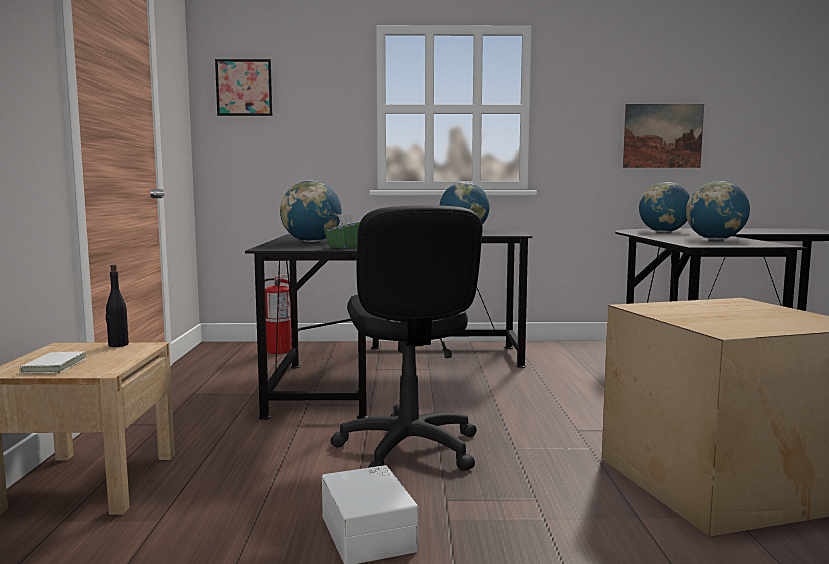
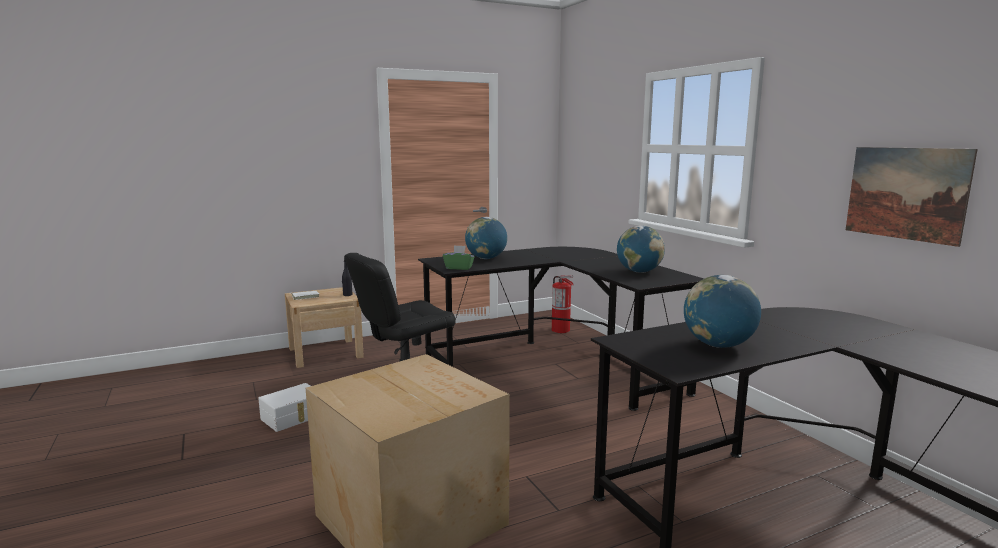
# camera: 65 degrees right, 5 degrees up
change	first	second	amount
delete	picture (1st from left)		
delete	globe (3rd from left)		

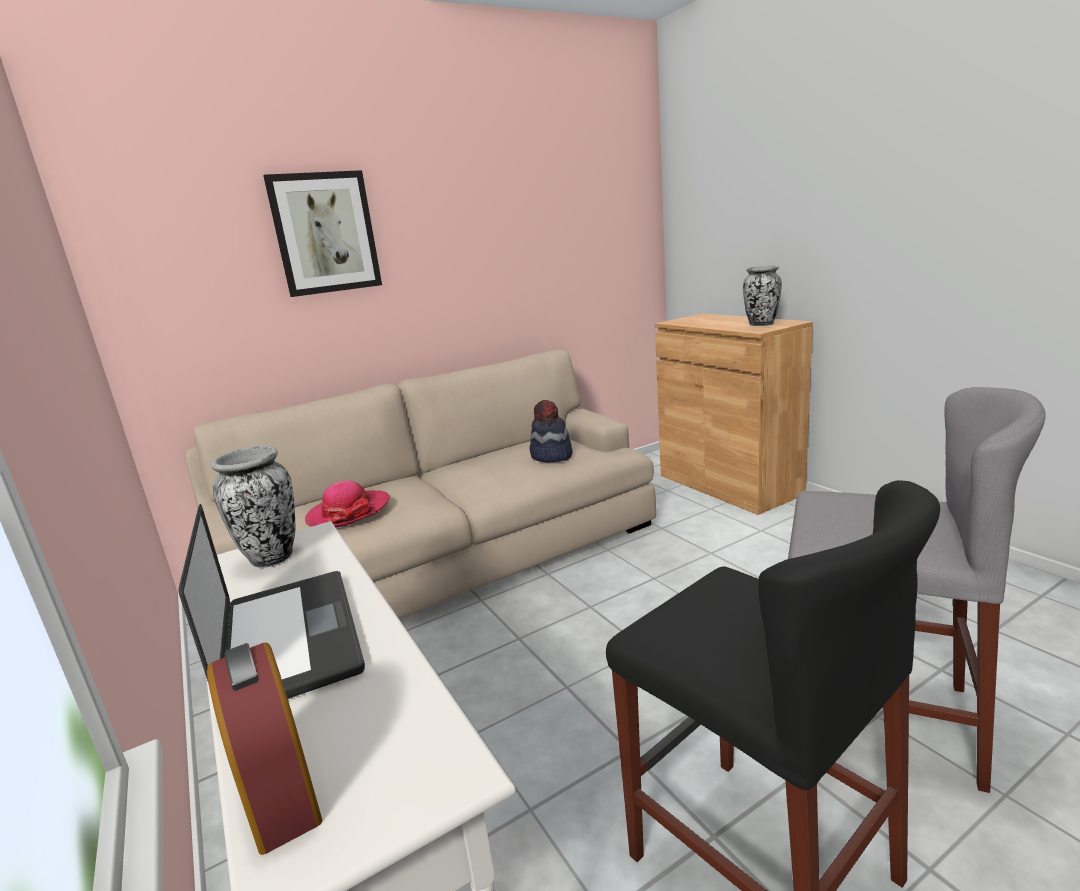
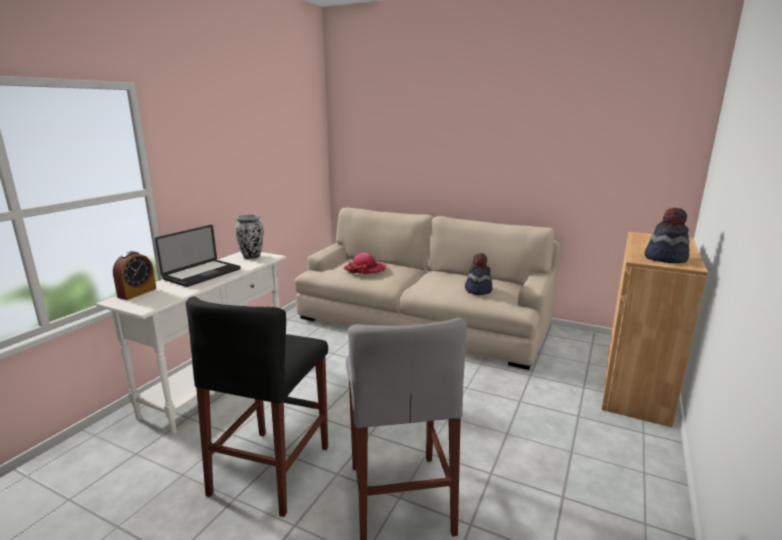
# camera: 55 degrees right, 0 degrees up
change	first	second	amount
delete	picture		
replace	vase (2nd from left)	hat (3rd from left)	

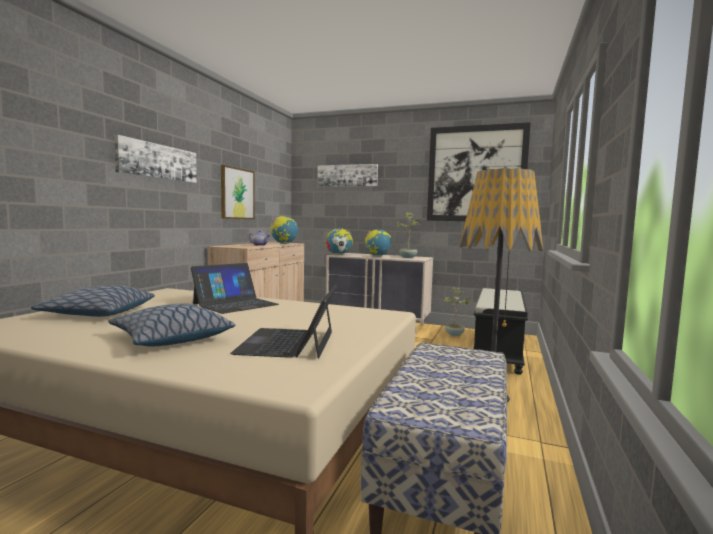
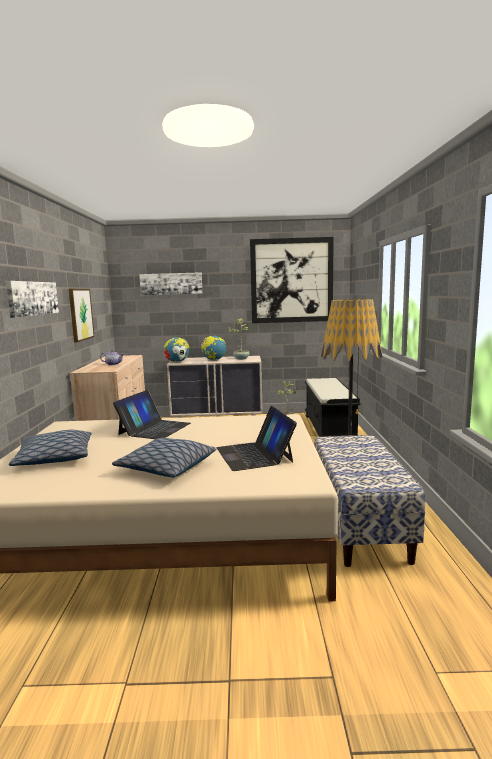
# camera: 20 degrees left, 5 degrees up
change	first	second	amount
delete	globe (1st from left)		

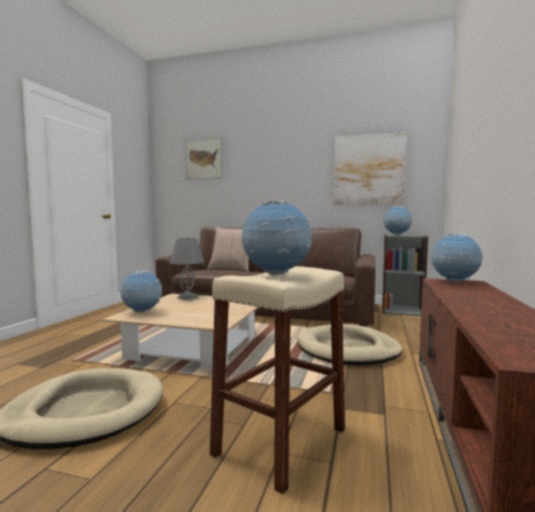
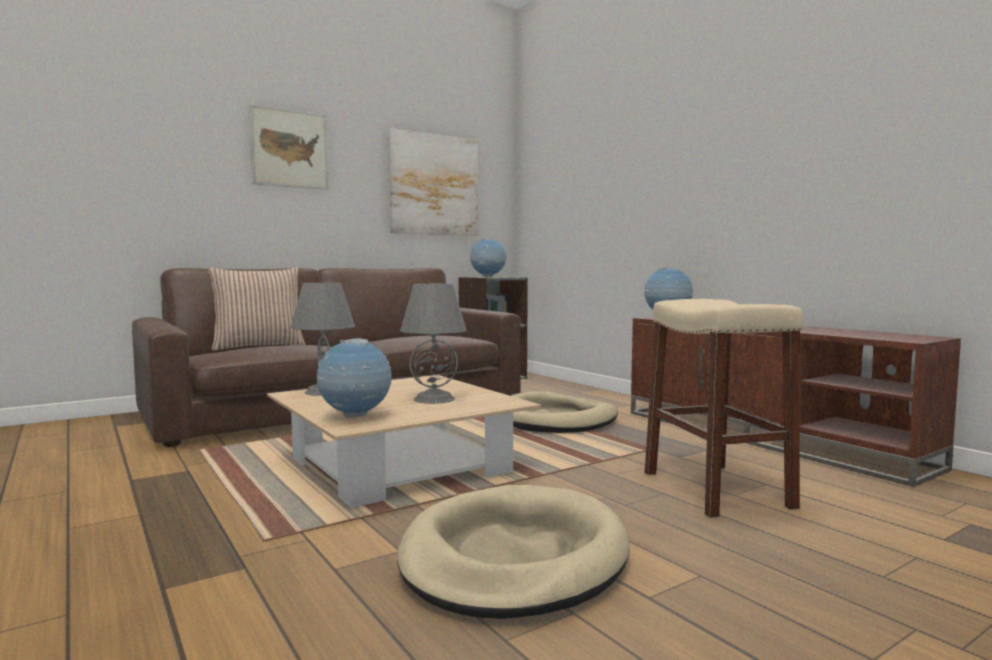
# camera: 50 degrees left, 0 degrees up
change	first	second	amount
delete	globe (2nd from left)		
insert		grey table lamp (2nd from left)	
move	picture (1st from left)		

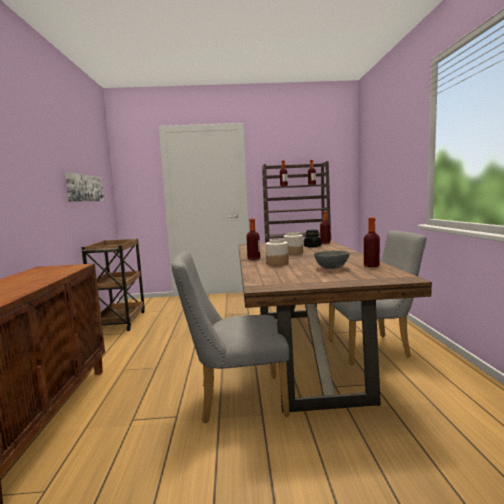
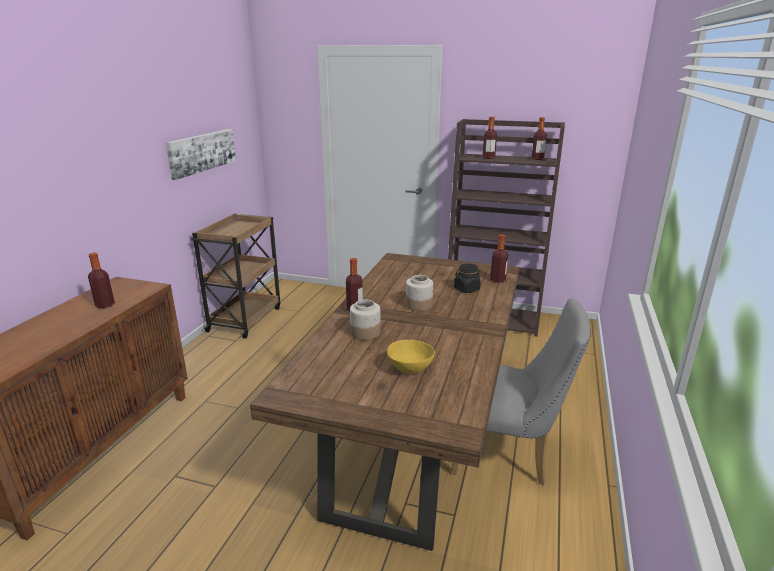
# camera: 20 degrees right, 15 degrees up
change	first	second	amount
delete	grey chair (1st from left)		
move	bottle (5th from left in the first image)	bottle (1st from left)	
recolor	grey bowl	yellow bowl	

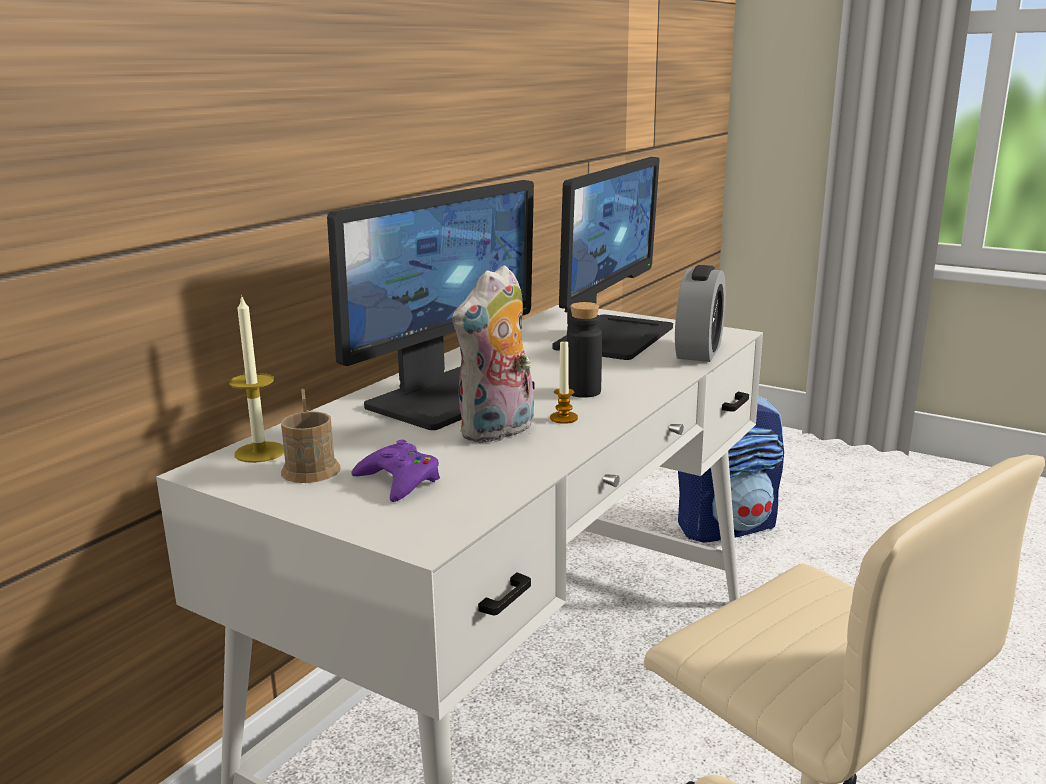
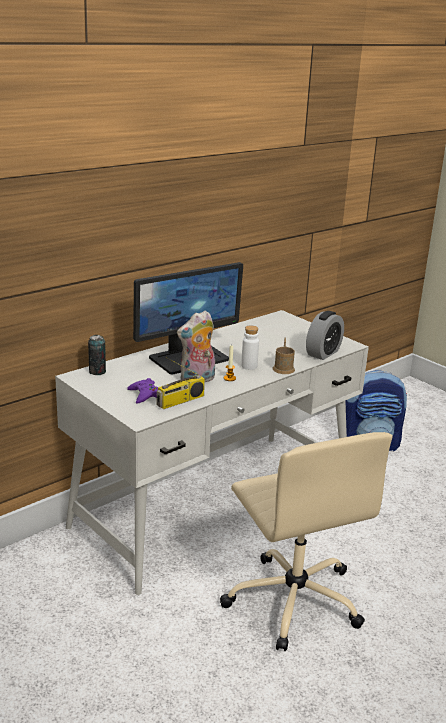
# camera: 15 degrees right, 5 degrees up
change	first	second	amount
delete	monitor (2nd from left)		
insert		radio	
move	brown mug		
replace	candle (1st from left)	can	
recolor	black bottle	white bottle	

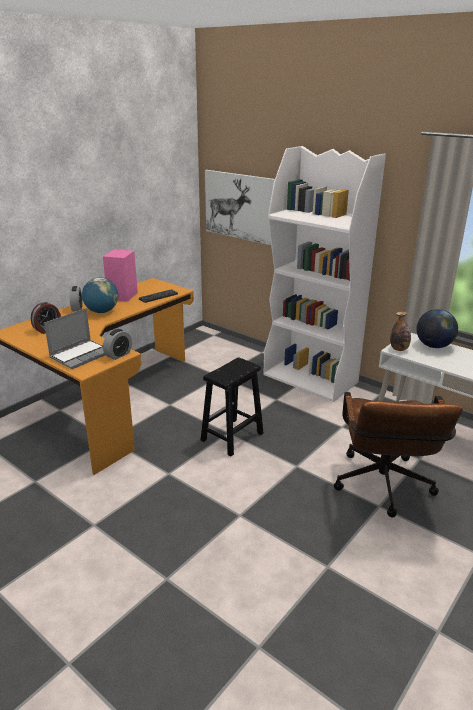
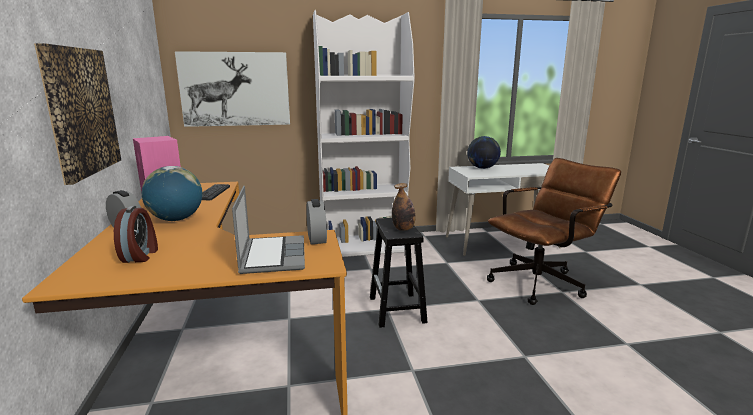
# camera: 50 degrees left, 10 degrees down
change	first	second	amount
insert		picture (1st from left)	
move	bottle		
rotate	brown office chair		75 degrees counterclockwise

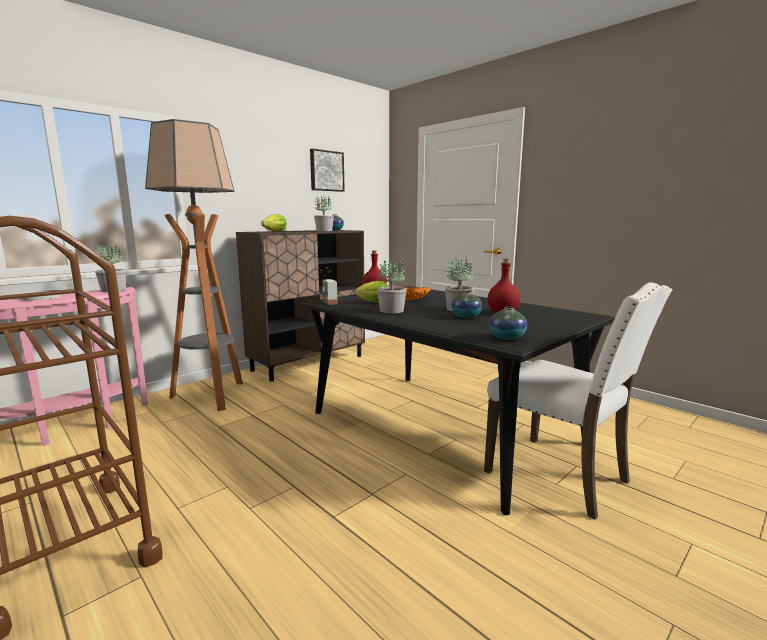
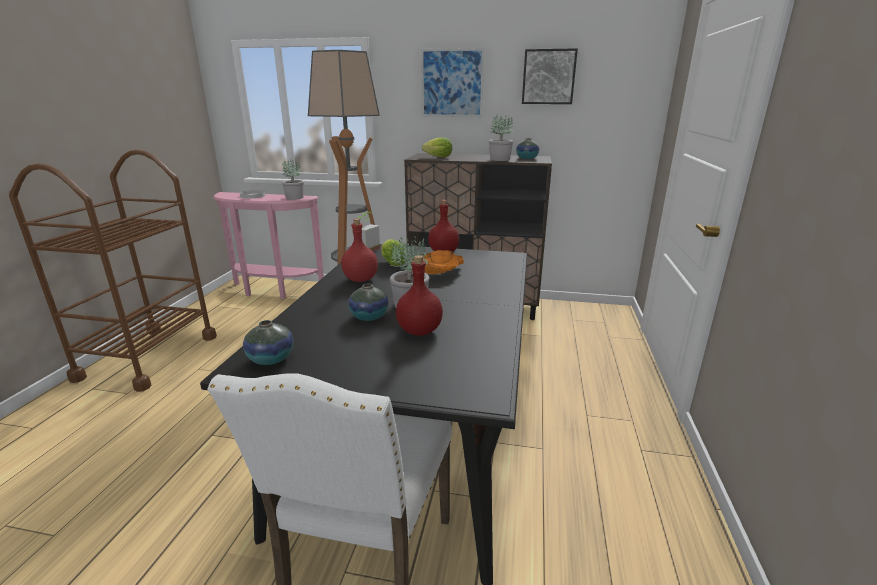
# camera: 55 degrees right, 10 degrees up
change	first	second	amount
insert		picture (1st from left)	
replace	potted plant (4th from left)	red bottle (1st from left)	

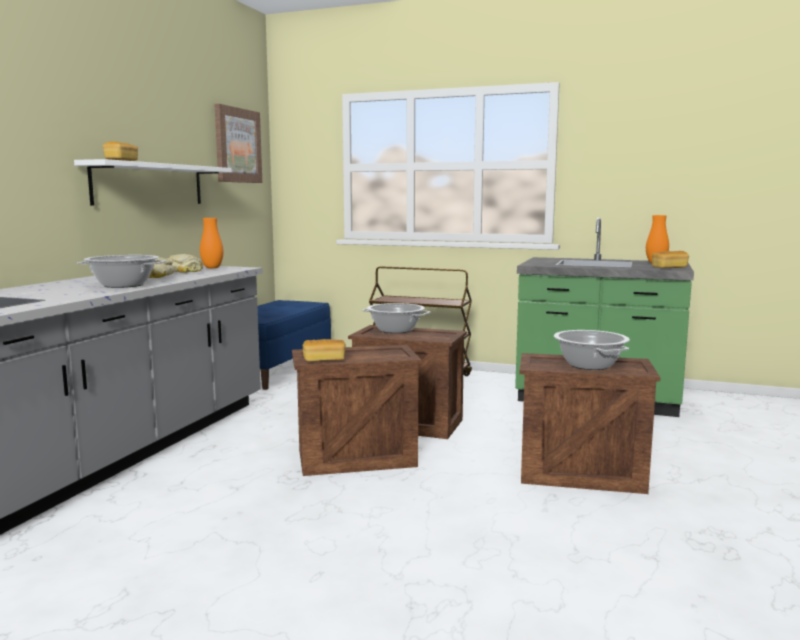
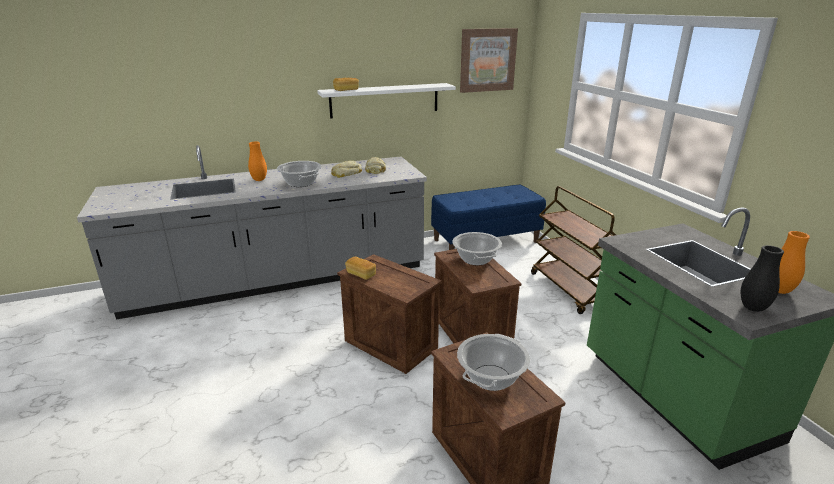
# camera: 50 degrees right, 15 degrees up
change	first	second	amount
move	orange vase (1st from left)		
replace	bread (5th from left)	black vase	

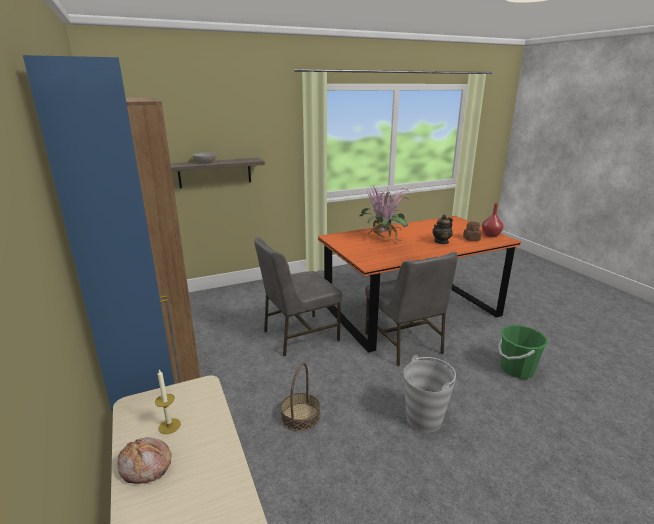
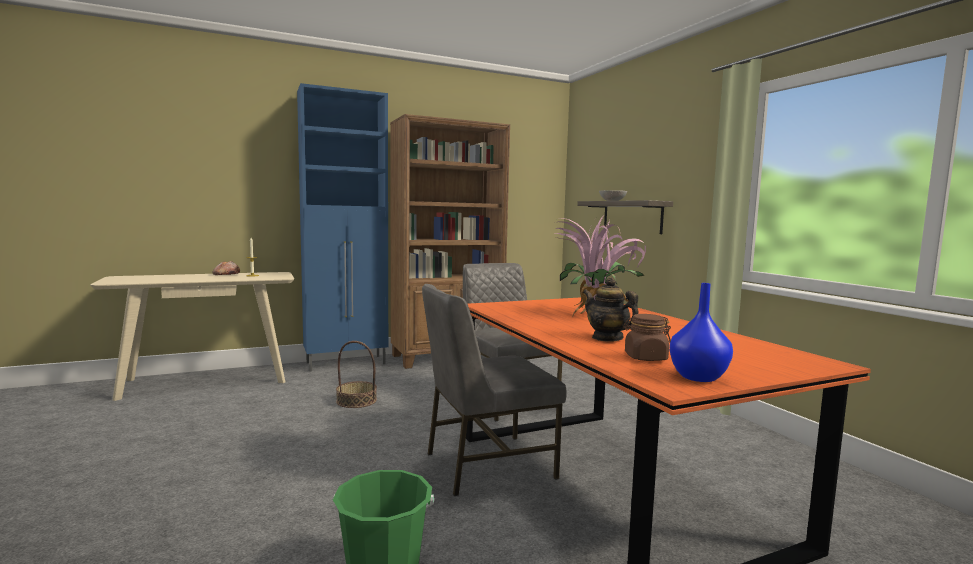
# camera: 90 degrees right, 15 degrees down
change	first	second	amount
delete	grey bucket		
recolor	red vase	blue vase	

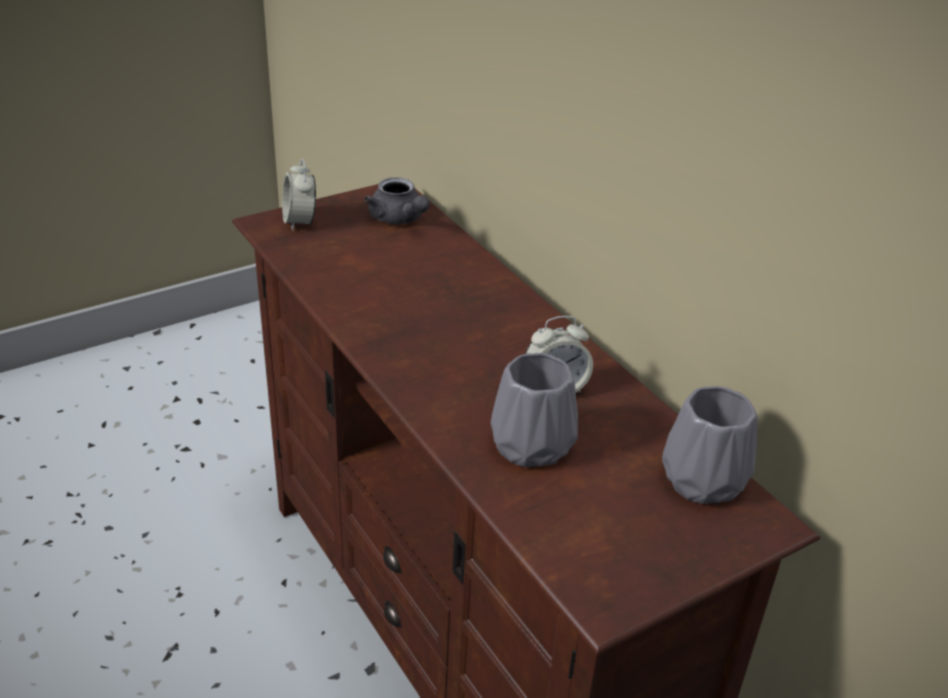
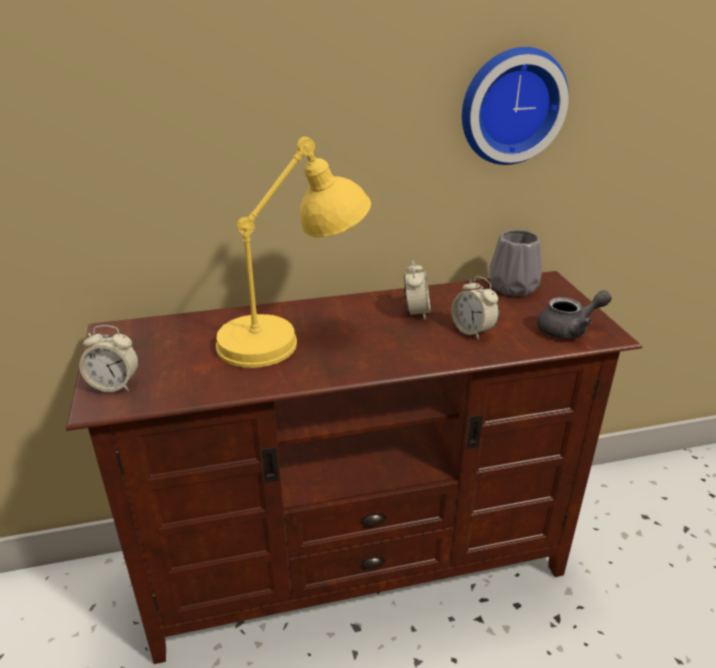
# camera: 70 degrees left, 5 degrees down
change	first	second	amount
insert		yellow table lamp	
insert		wall clock	
move	grey teapot		
replace	grey vase (1st from left)	alarm clock (3rd from left)	

